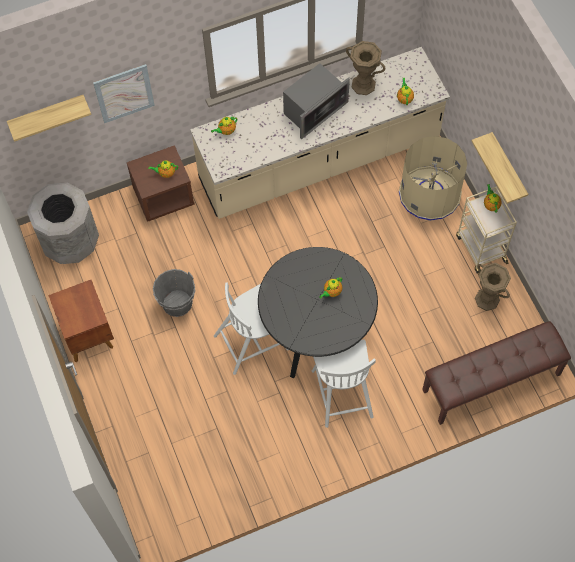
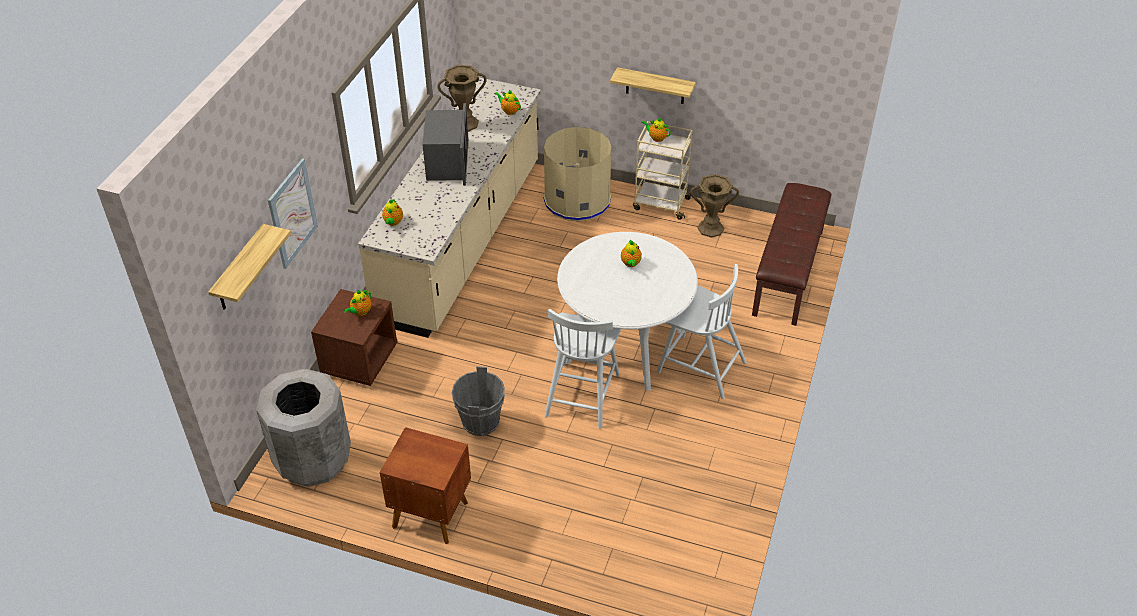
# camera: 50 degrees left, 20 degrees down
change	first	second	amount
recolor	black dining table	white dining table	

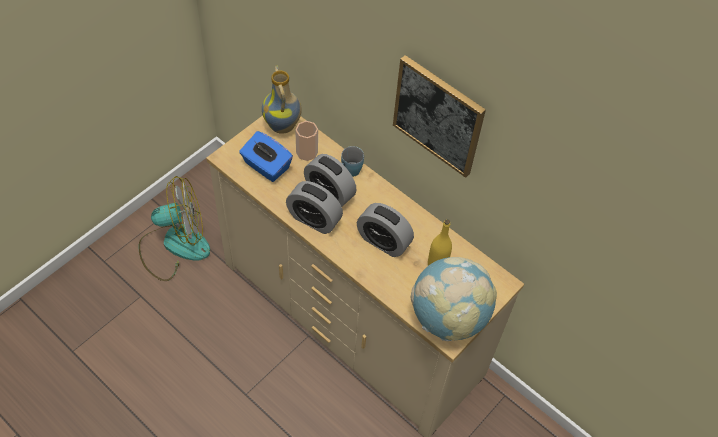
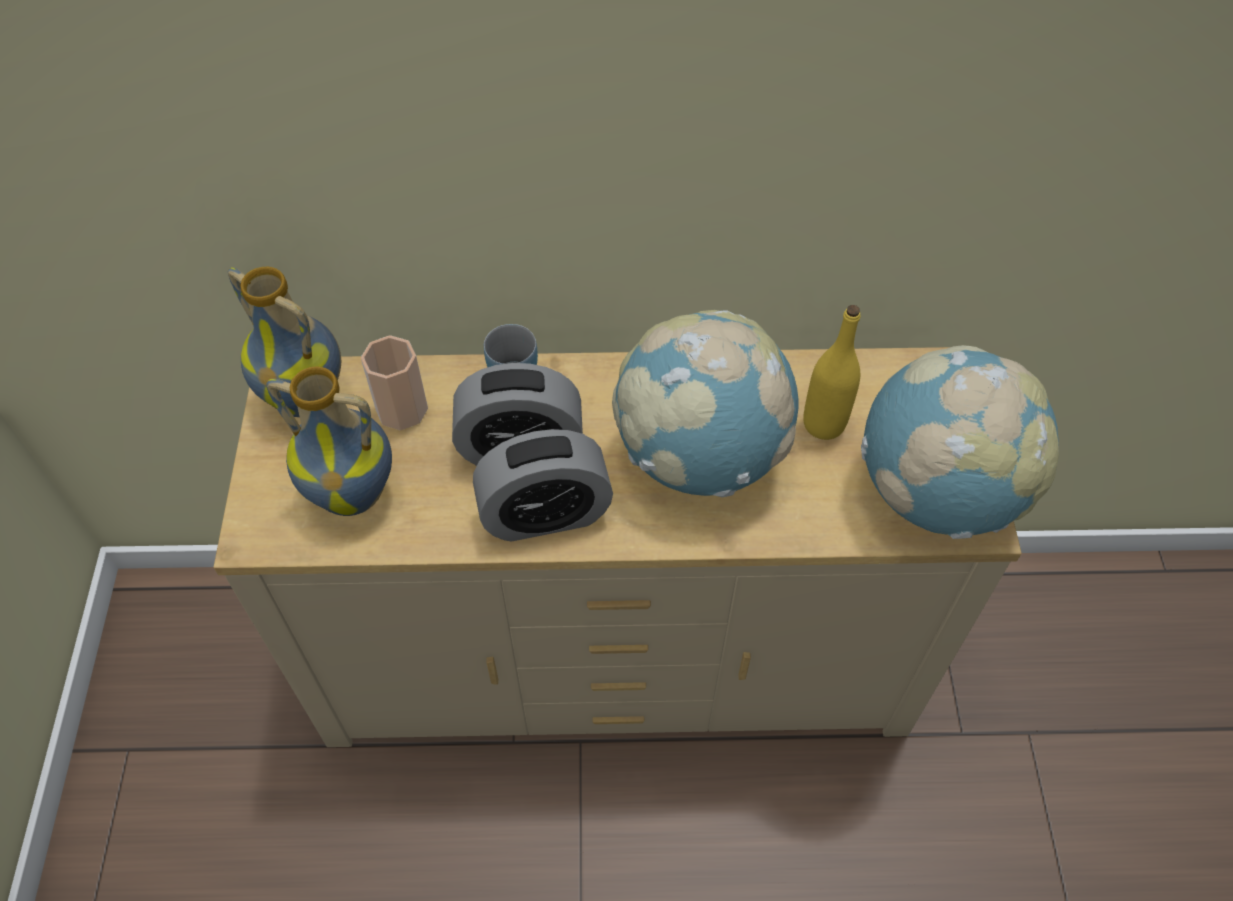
# camera: 40 degrees left, 0 degrees up
change	first	second	amount
delete	fan		
delete	picture		
replace	blue tissue box	vase (2nd from left)	
replace	alarm clock (3rd from left)	globe (1st from left)	

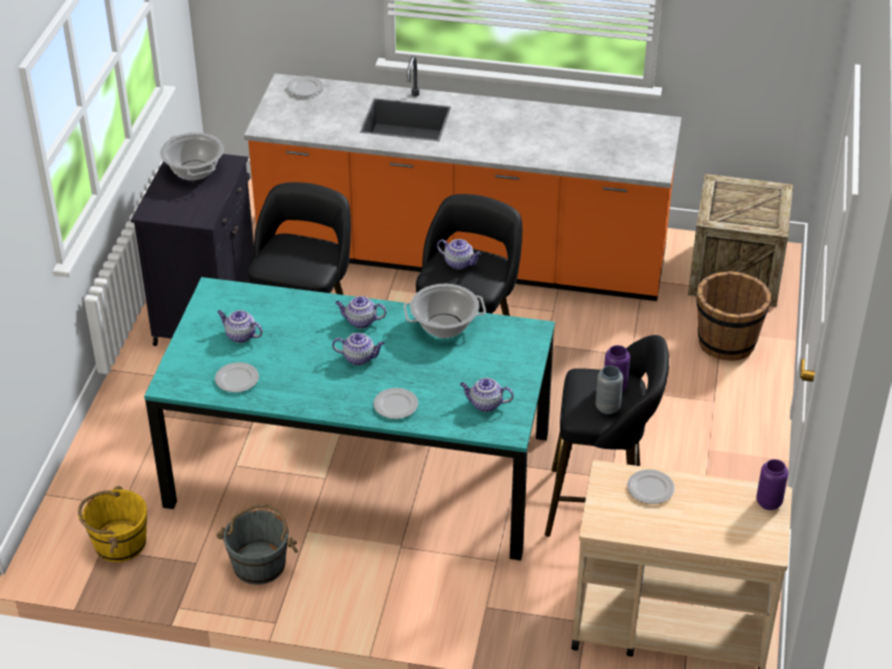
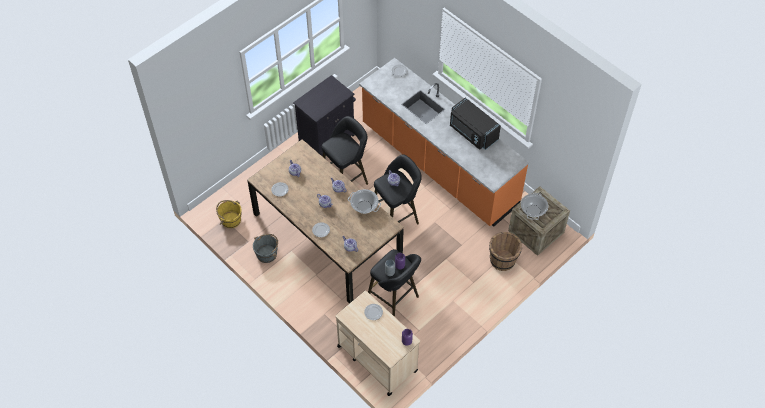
# camera: 35 degrees right, 15 degrees up
change	first	second	amount
insert		black microwave	
move	cooking pot (1st from left in the first image)	cooking pot (2nd from left)	
recolor	turquoise dining table	brown dining table	

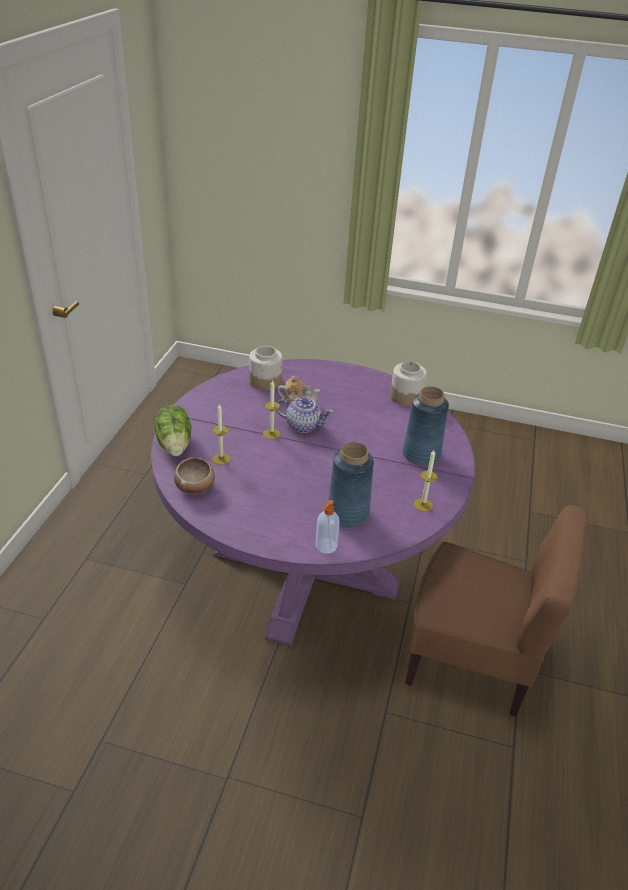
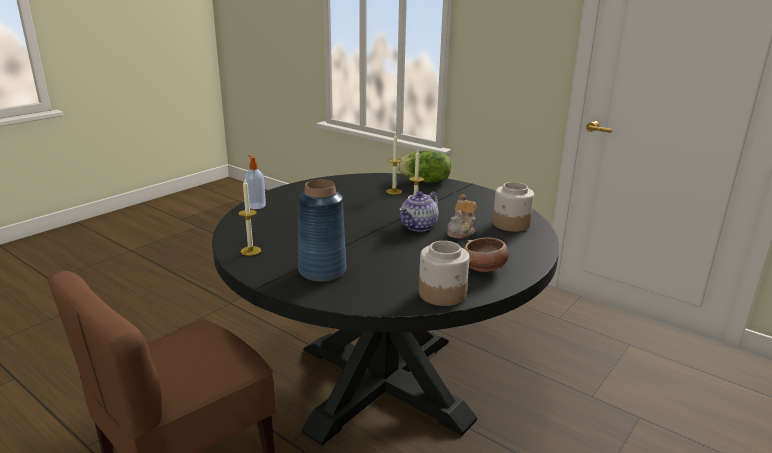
# camera: 115 degrees right, 15 degrees down
change	first	second	amount
delete	blue vase (1st from left)		
move	bowl		
recolor	purple dining table	black dining table	

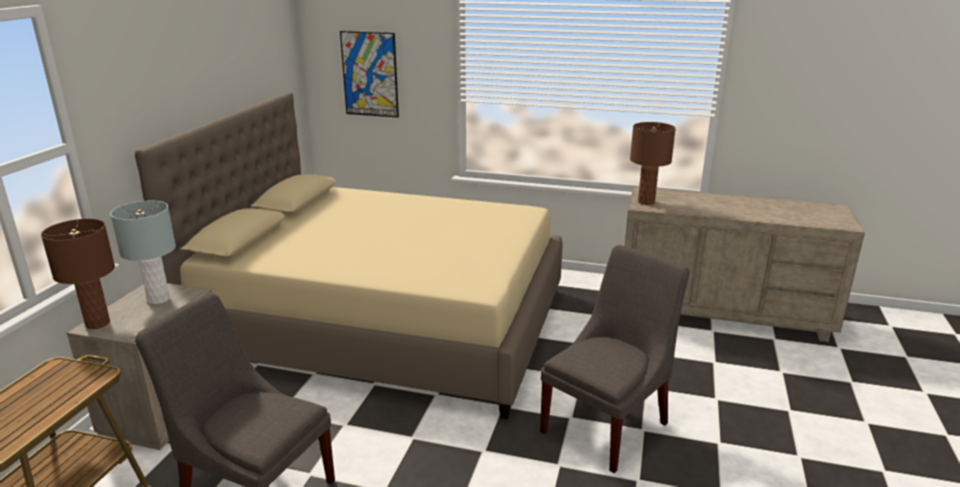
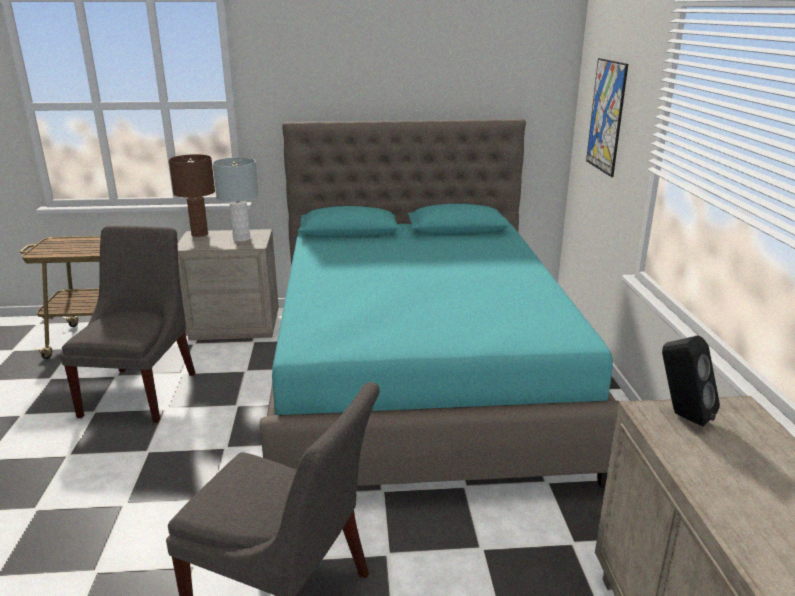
# camera: 70 degrees right, 0 degrees up
change	first	second	amount
replace	brown table lamp (2nd from left)	black speaker	
recolor	beige bed	turquoise bed	

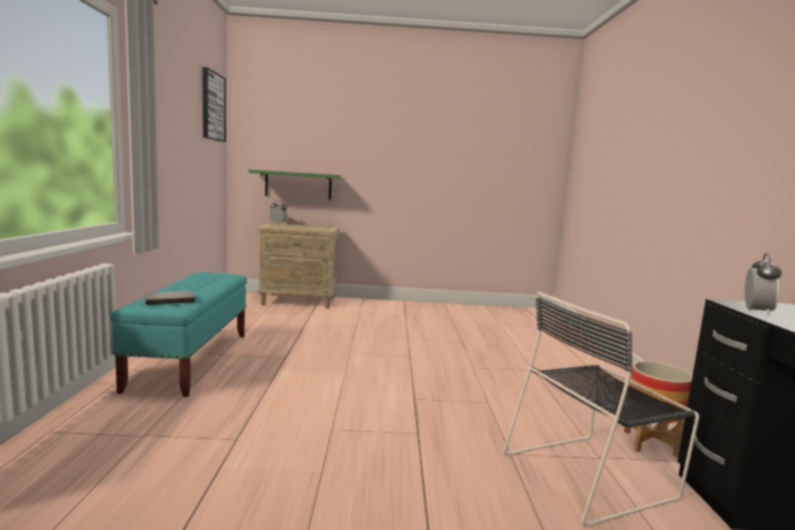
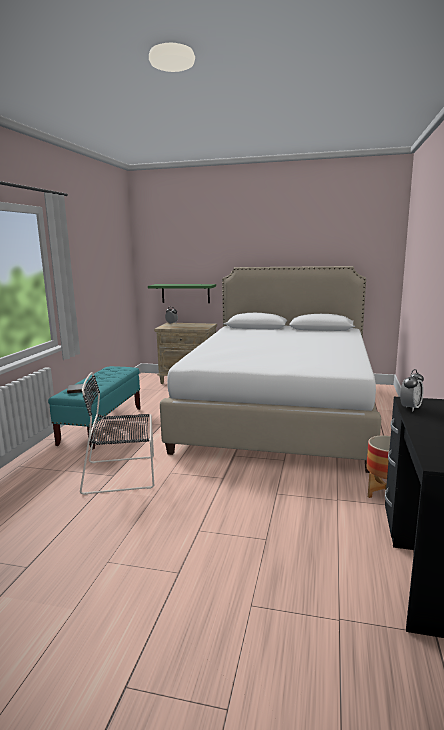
# camera: 15 degrees right, 5 degrees up
change	first	second	amount
delete	picture		
insert		white bed	
move	black chair		

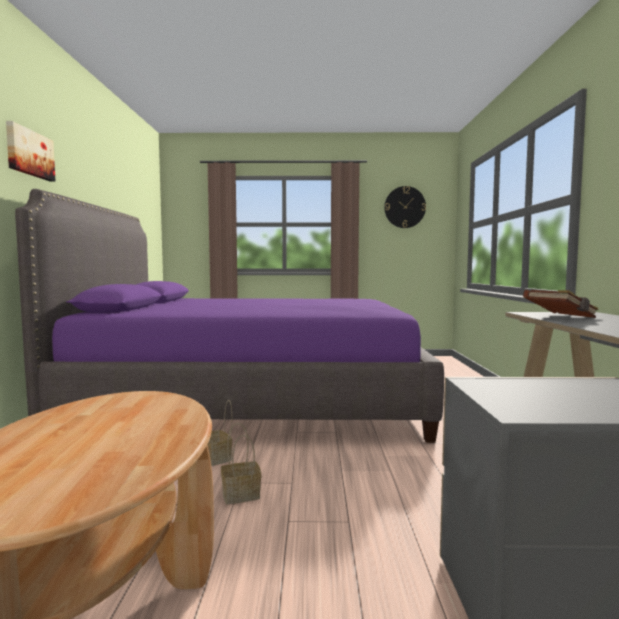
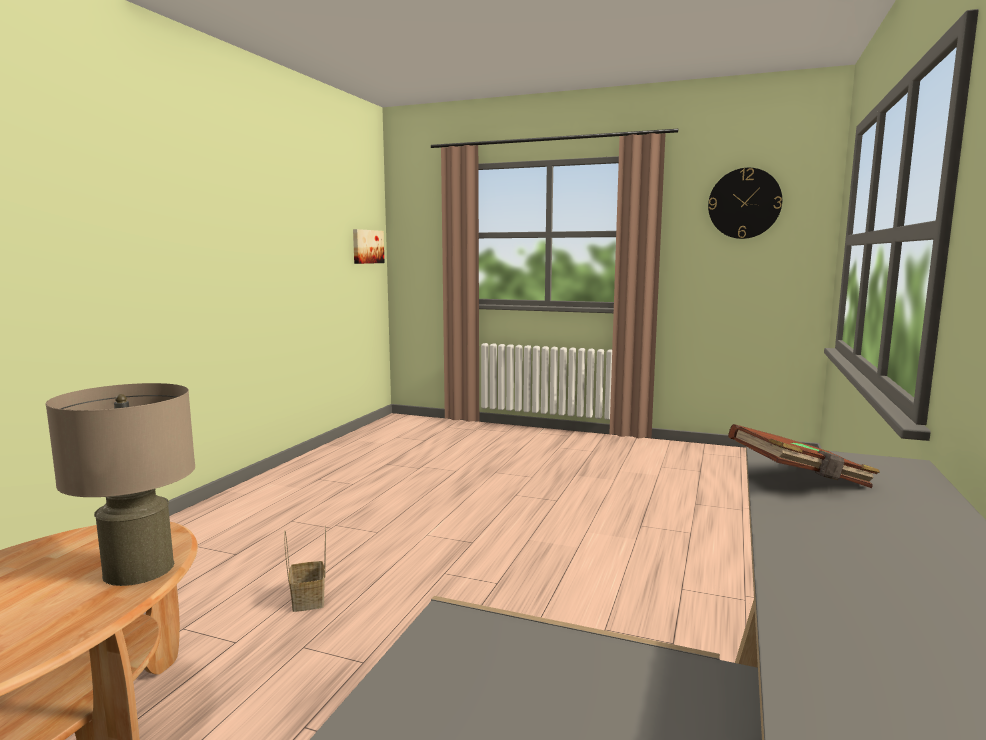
# camera: 20 degrees right, 5 degrees up
change	first	second	amount
delete	purple bed		
delete	basket (2nd from left)		
insert		beige table lamp	
move	picture		

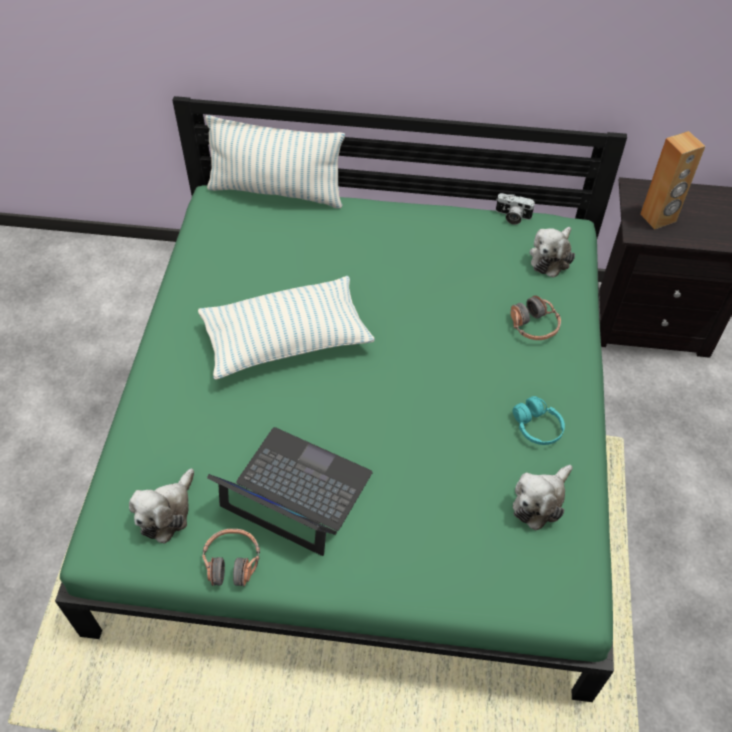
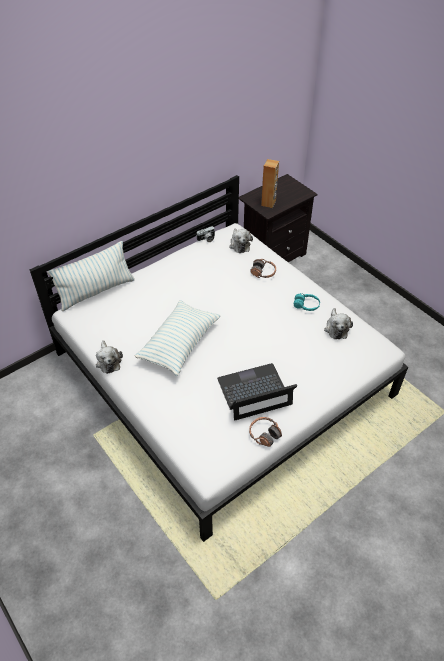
# camera: 45 degrees left, 5 degrees down
change	first	second	amount
move	plush toy (1st from left)		
recolor	green bed	white bed	

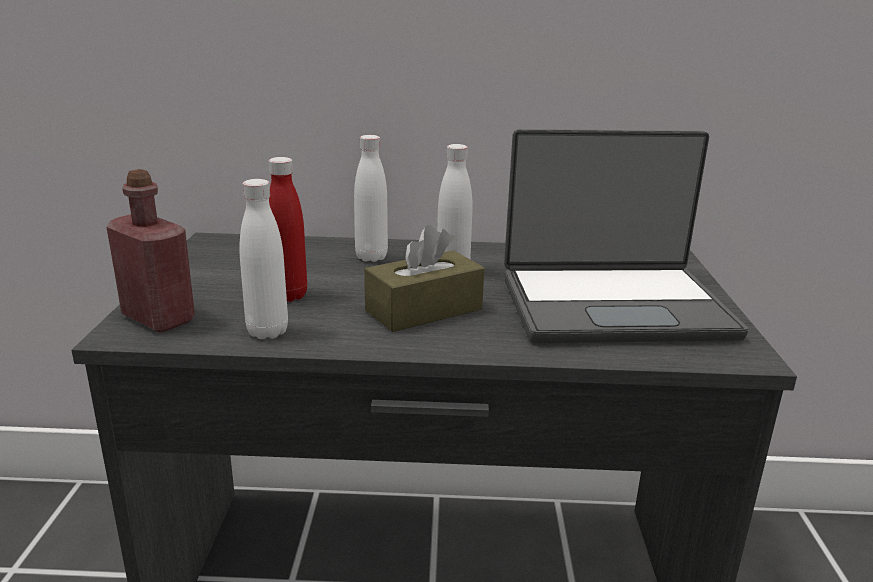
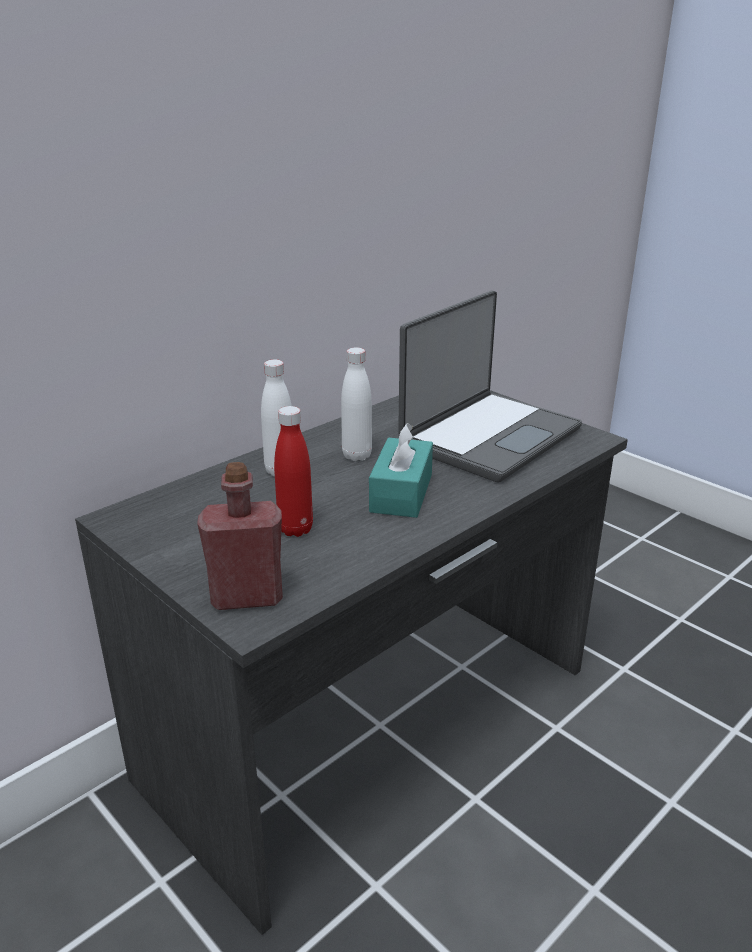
# camera: 45 degrees left, 5 degrees up
change	first	second	amount
delete	white bottle (1st from left)		
recolor	brown tissue box	turquoise tissue box	

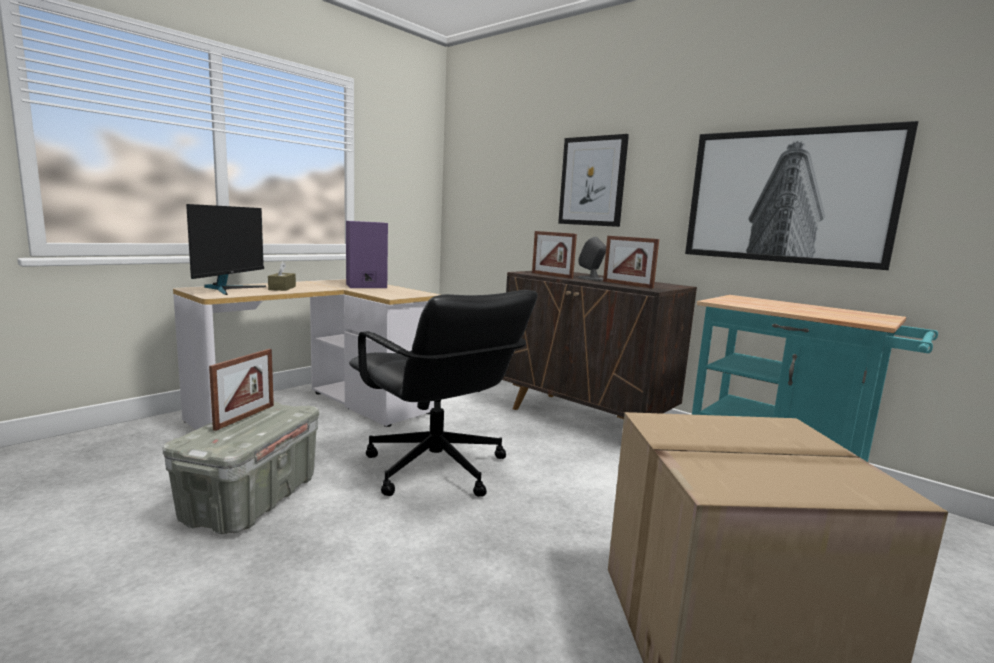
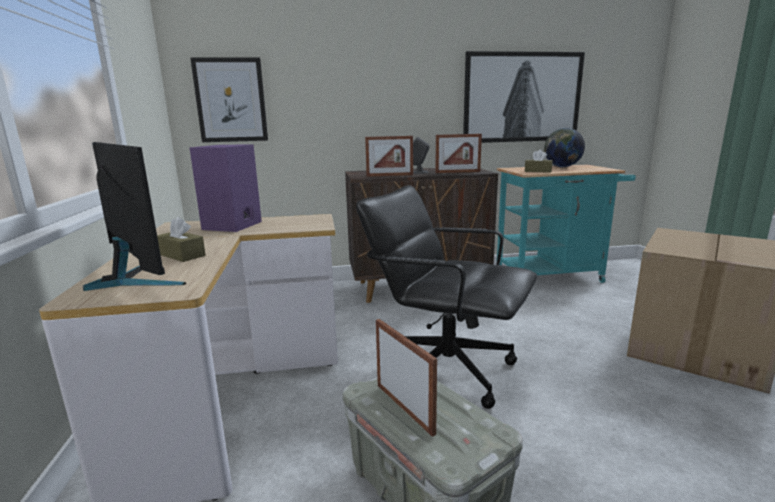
# camera: 50 degrees left, 5 degrees up
change	first	second	amount
insert		brown tissue box (2nd from left)	
insert		globe	
move	picture (1st from left)		
rotate	black office chair		150 degrees counterclockwise

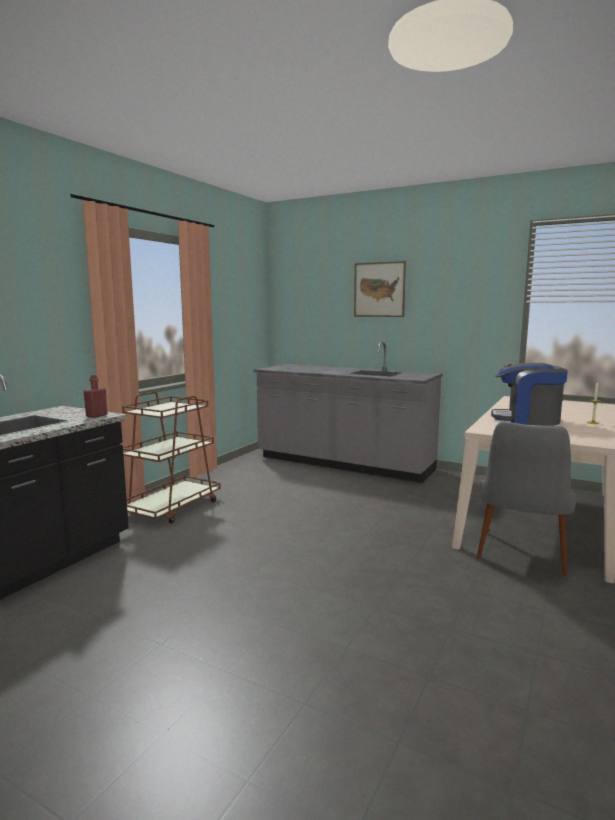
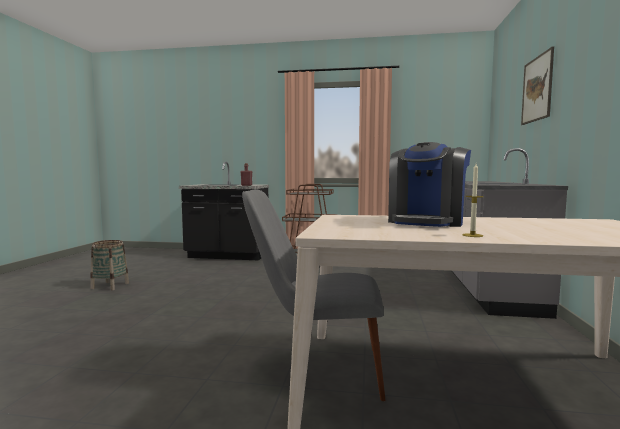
# camera: 70 degrees right, 5 degrees down
change	first	second	amount
insert		basket	
rotate	coffee machine		150 degrees counterclockwise

